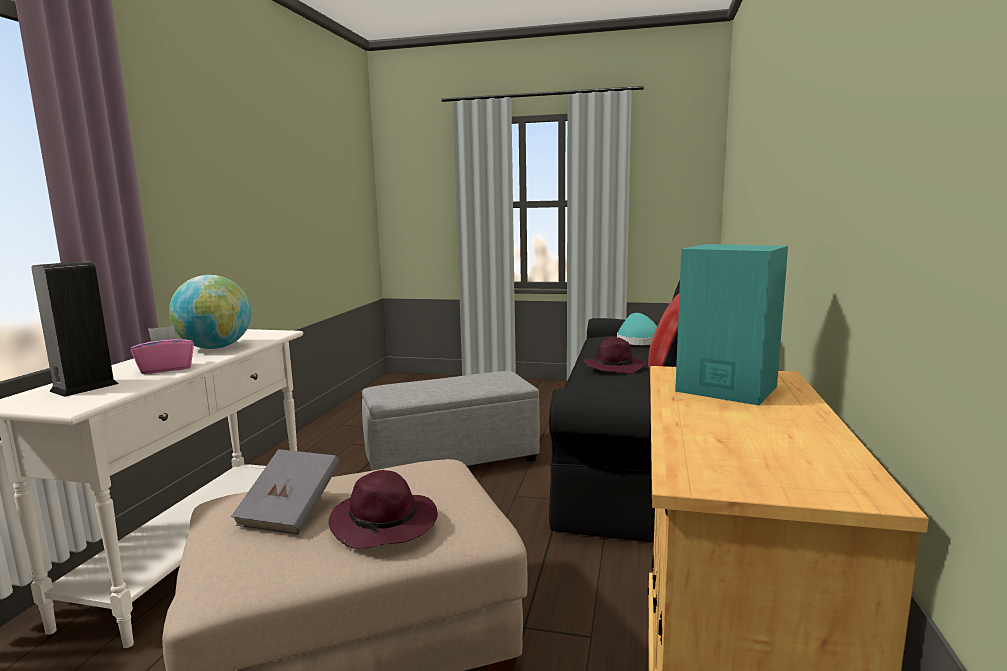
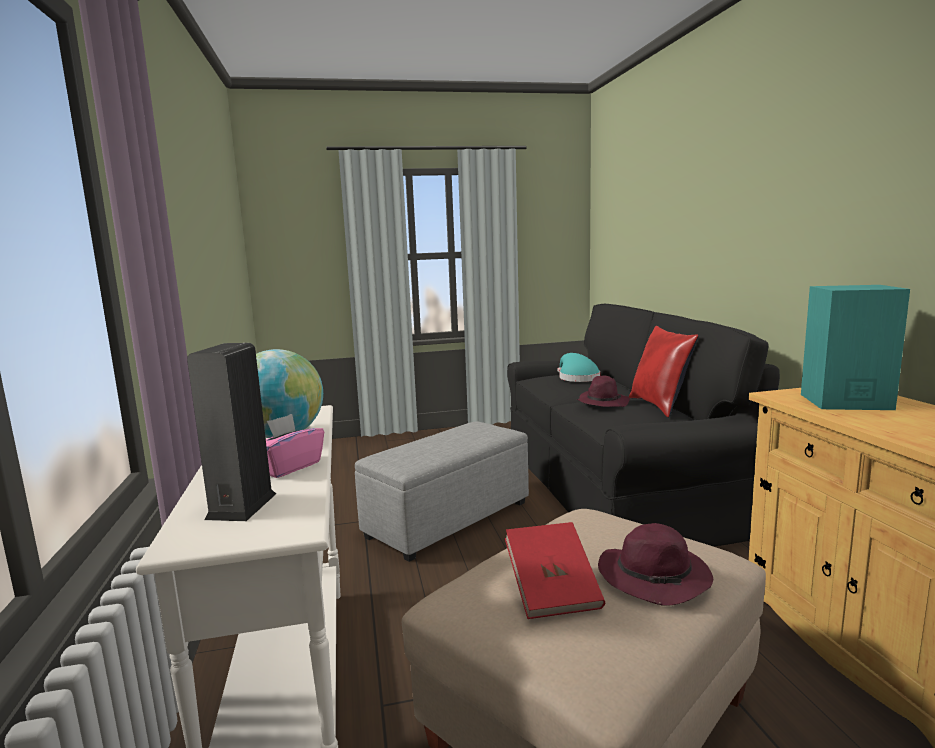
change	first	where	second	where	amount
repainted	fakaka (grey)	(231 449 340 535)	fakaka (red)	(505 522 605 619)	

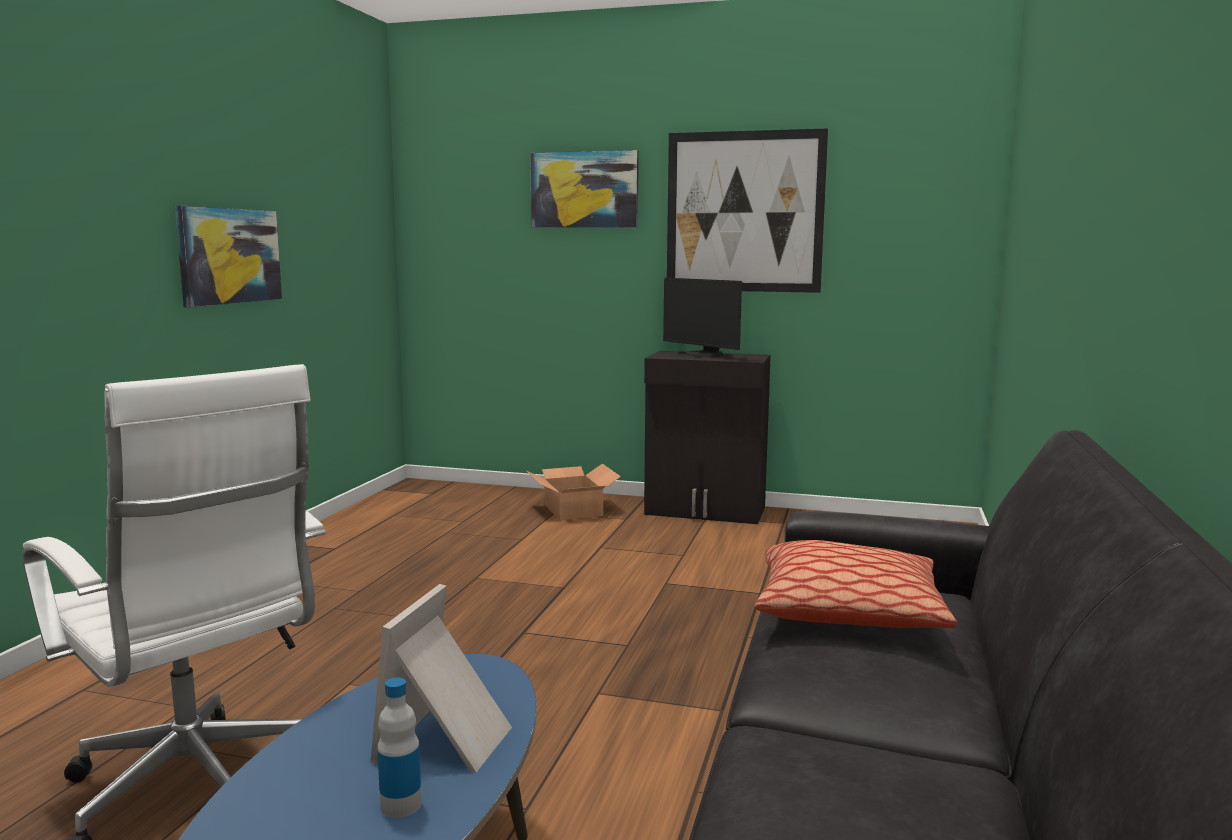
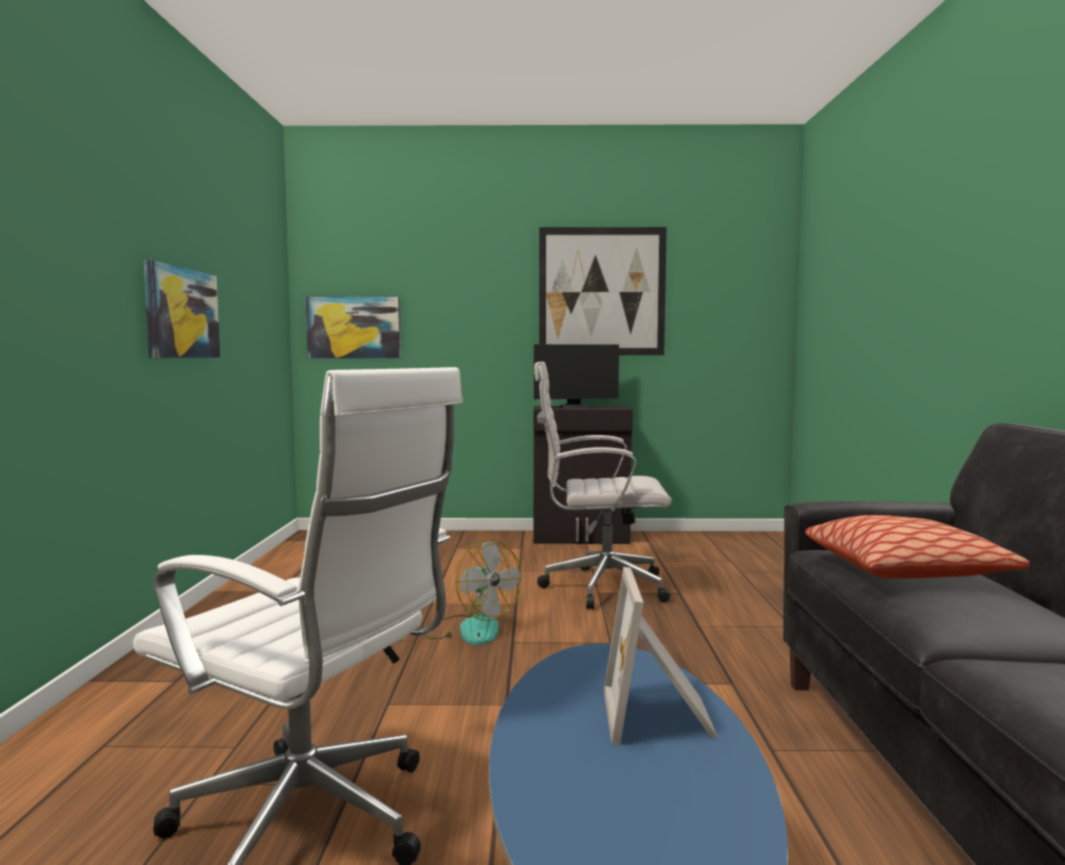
change	first	where	second	where	amount
gone	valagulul	(377 677 422 818)			
gone	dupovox	(527 463 621 520)			
shifted	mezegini	(530 150 639 228)		(306 296 401 359)	
rotated	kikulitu	(663 278 742 357)		(534 344 619 408)	45 degrees counterclockwise
new			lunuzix	(424 539 522 645)	
new			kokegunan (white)	(534 362 672 609)	

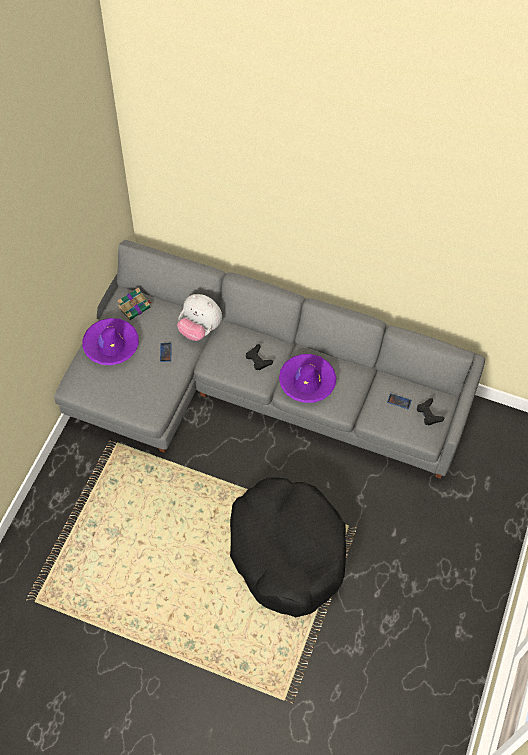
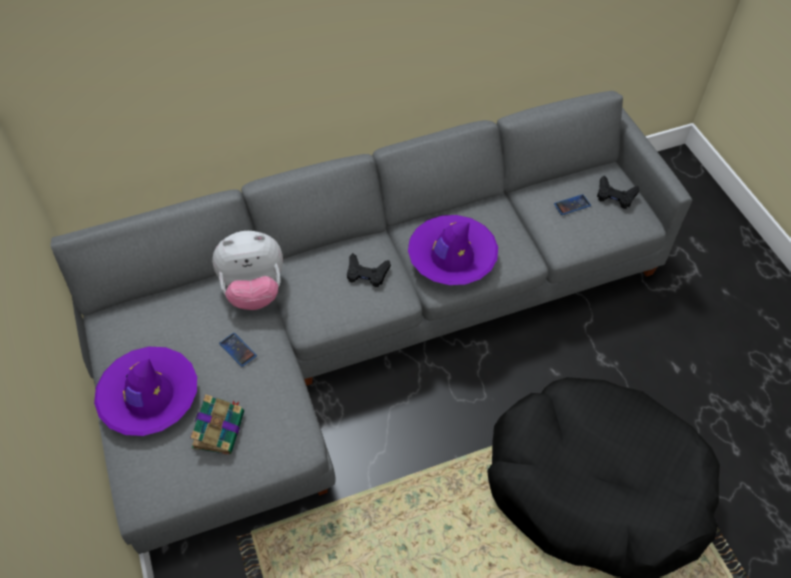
change	first	where	second	where	amount
shifted	fakaka	(117 288 152 320)		(190 394 244 455)	

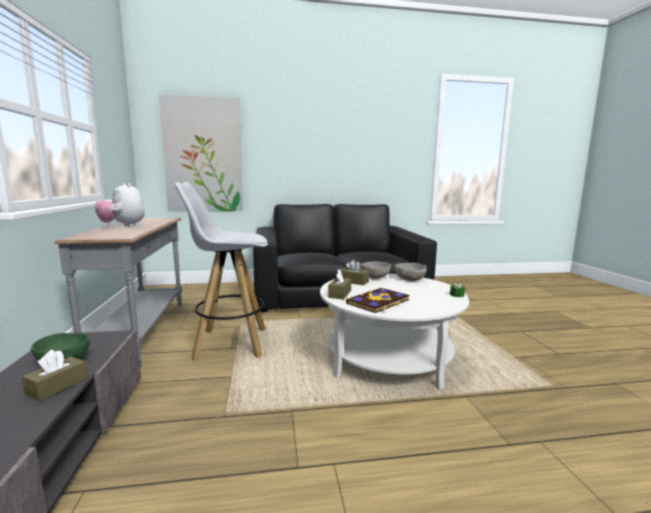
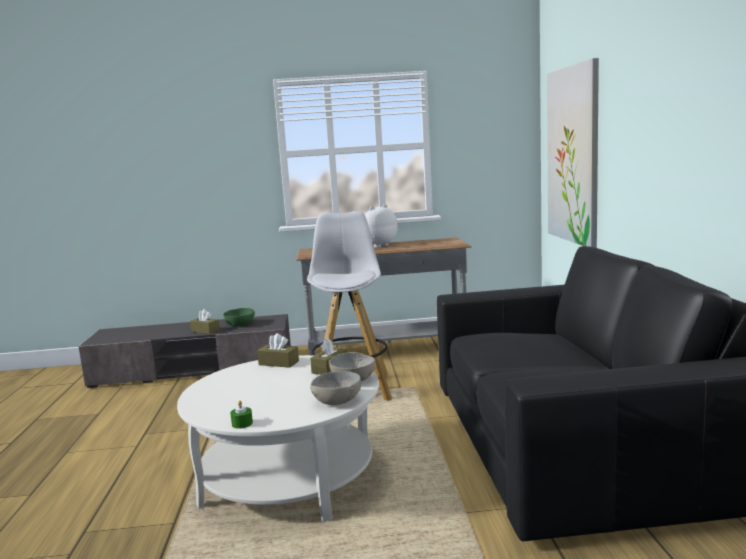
change	first	where	second	where	amount
gone	fakaka	(346 287 410 313)			

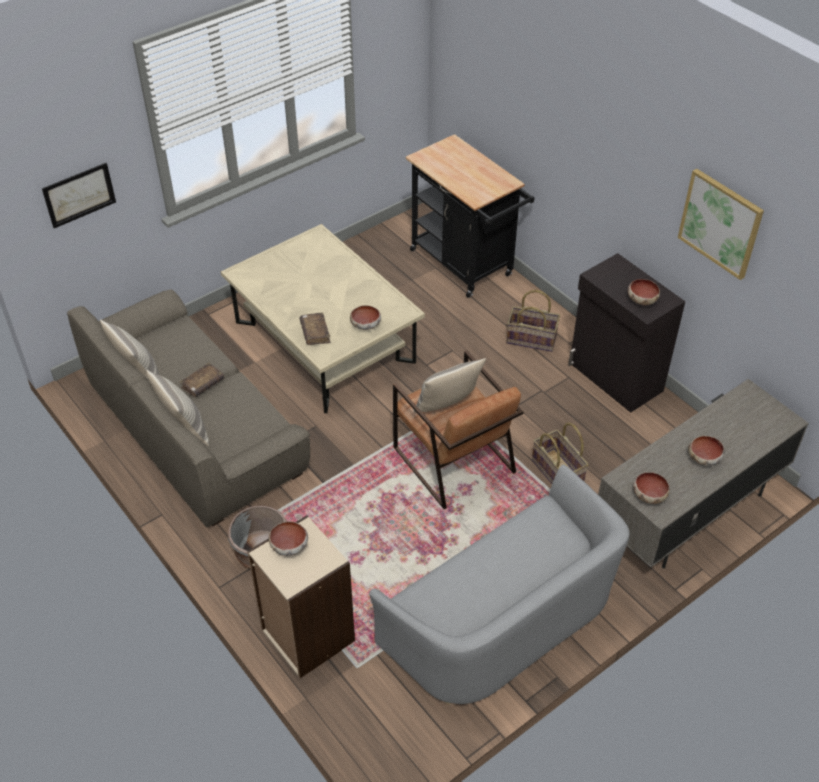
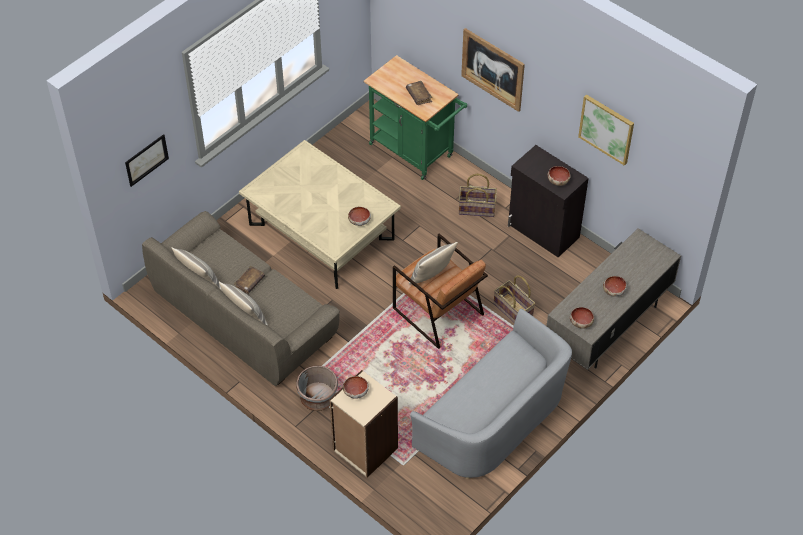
change	first	where	second	where	amount
shifted	fakaka (brown)	(300 312 330 345)		(406 81 432 105)	
repainted	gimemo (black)	(406 134 535 298)	gimemo (green)	(364 55 467 180)	
new			mezegini	(461 28 525 112)	

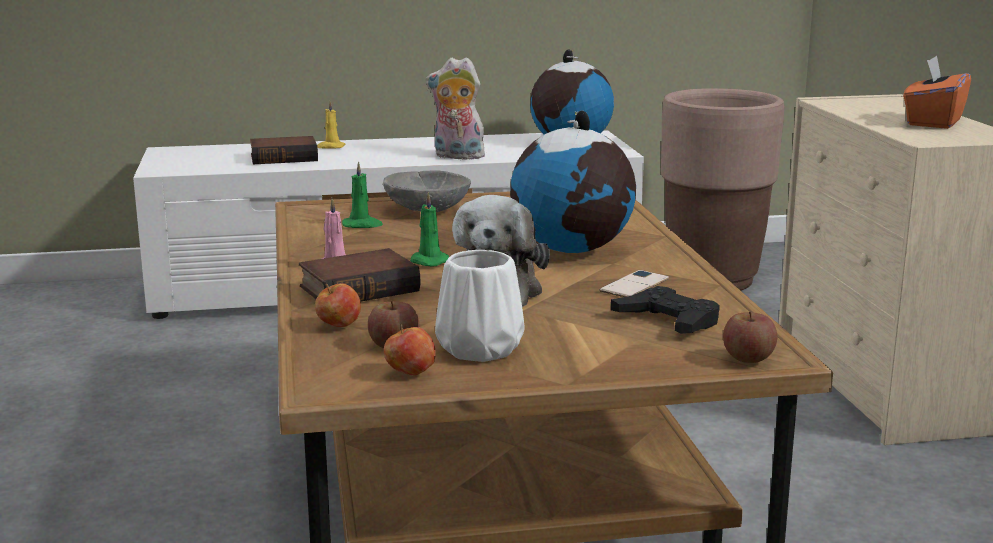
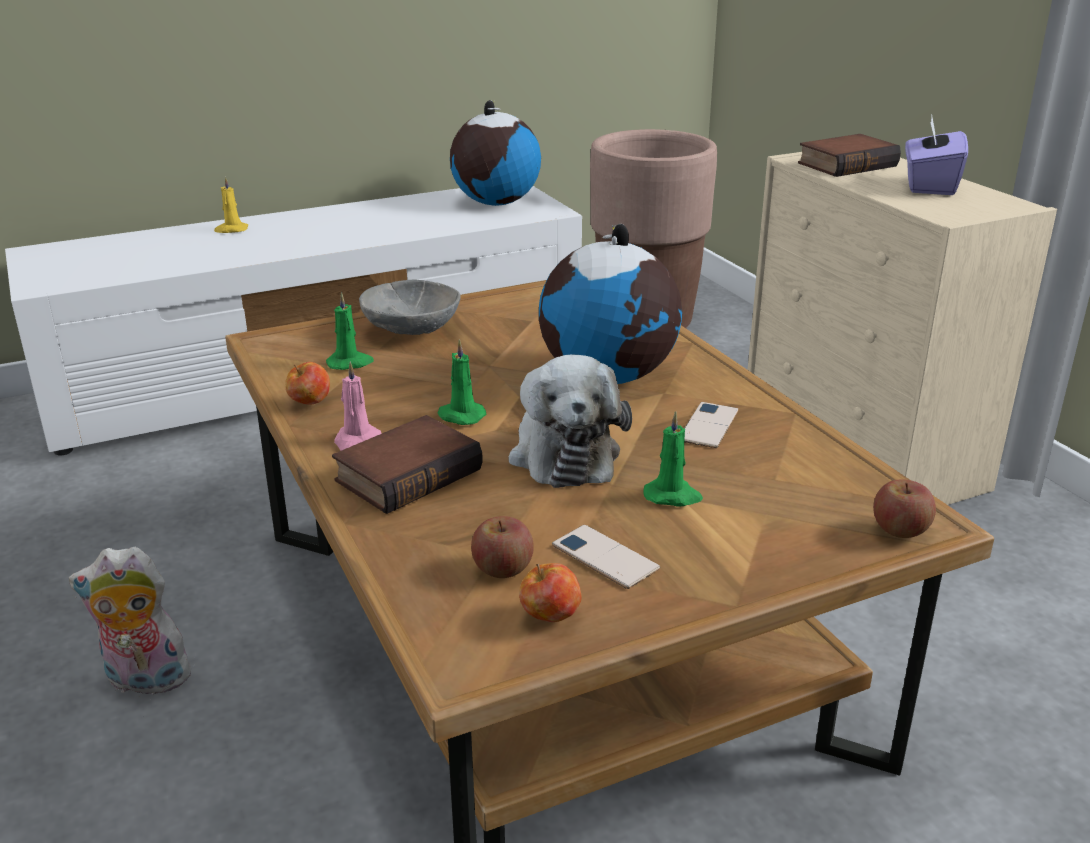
change	first	where	second	where	amount
shifted	fakaka	(250 136 318 164)		(798 134 901 177)	
shifted	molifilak	(315 283 361 327)		(285 362 330 405)	
shifted	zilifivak	(426 57 485 161)		(69 547 195 695)	
swapped	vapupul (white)	(435 250 525 362)	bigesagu	(552 525 660 589)	
gone	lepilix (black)	(611 286 720 334)			
repainted	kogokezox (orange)	(903 56 971 129)	kogokezox (purple)	(905 115 968 195)	
new			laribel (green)	(644 411 703 507)	

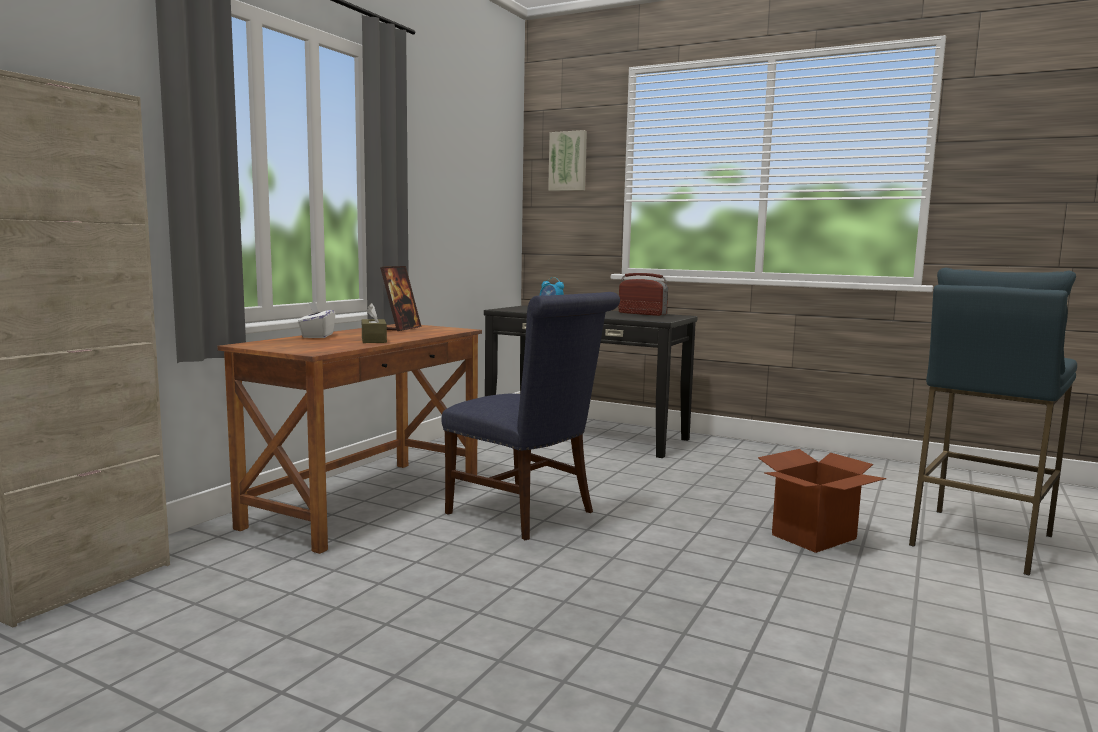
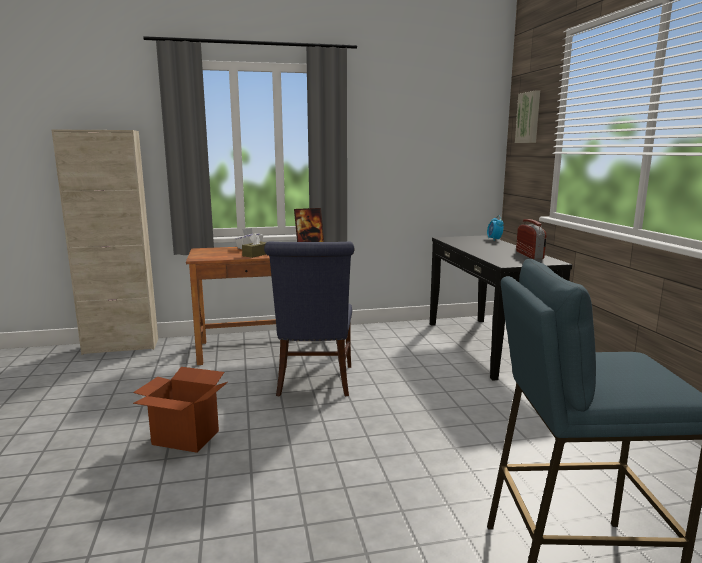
change	first	where	second	where	amount
shifted	dupovox	(758 449 886 553)		(133 367 228 453)	

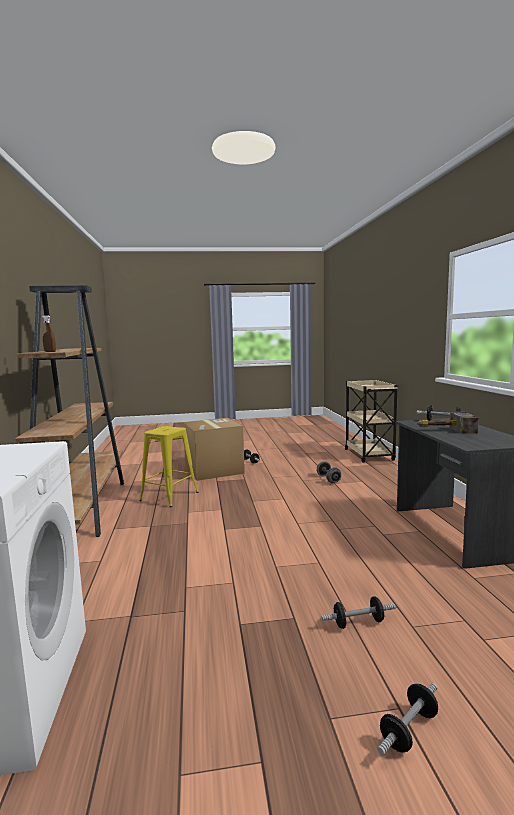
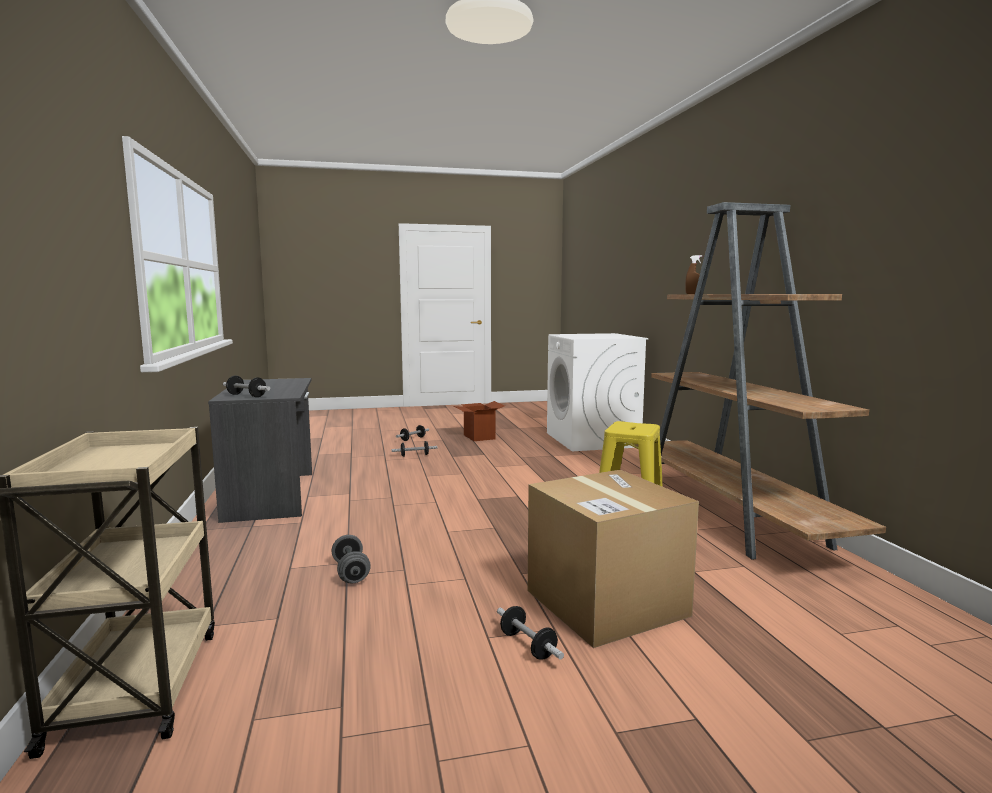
change	first	where	second	where	amount
gone	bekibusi	(417 412 479 434)			
new			dupovox	(453 401 505 441)	

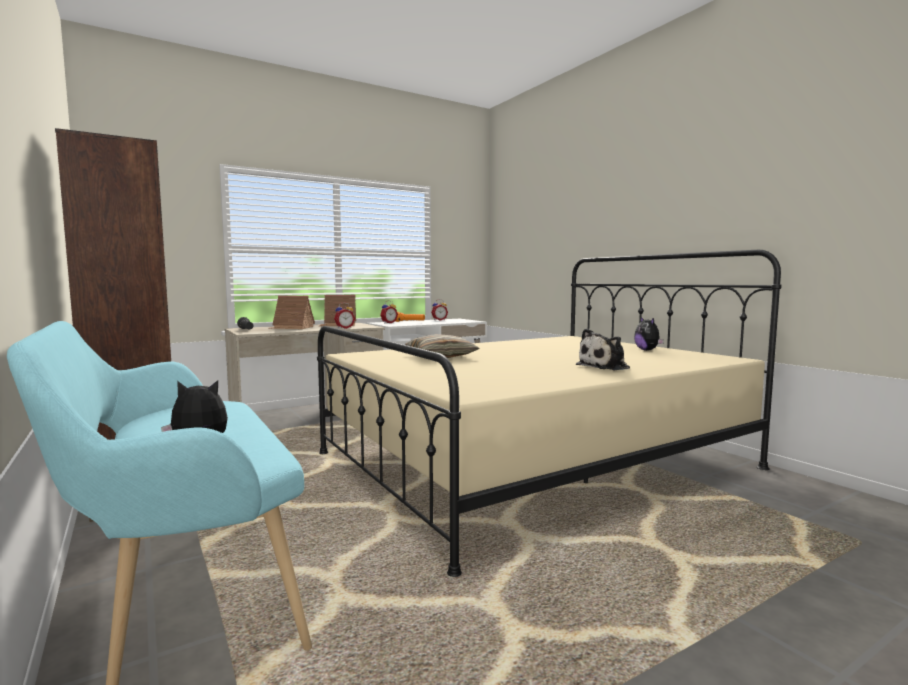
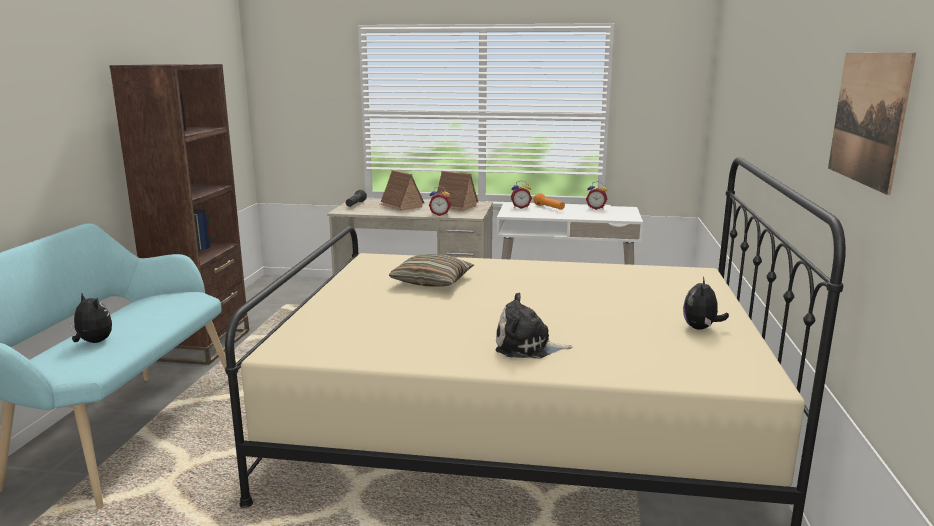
change	first	where	second	where	amount
new			mezegini	(828 53 916 195)	

